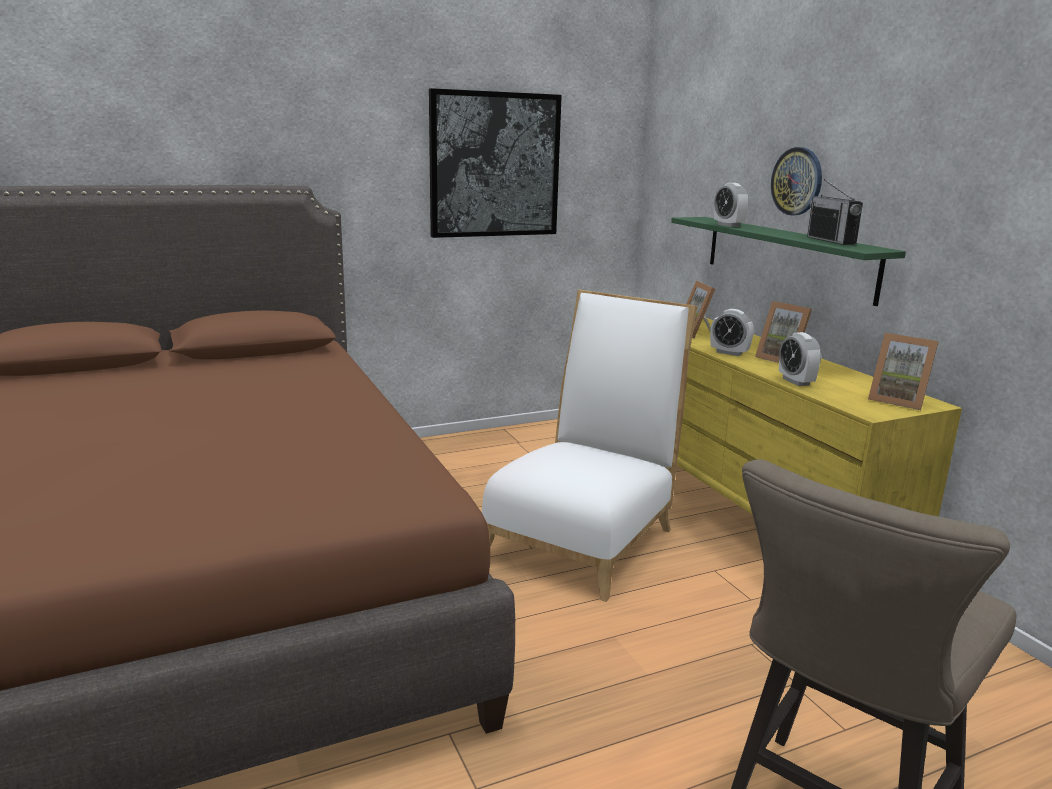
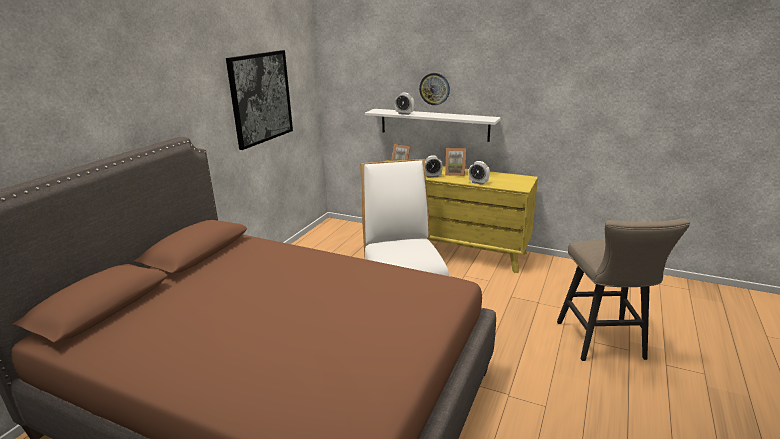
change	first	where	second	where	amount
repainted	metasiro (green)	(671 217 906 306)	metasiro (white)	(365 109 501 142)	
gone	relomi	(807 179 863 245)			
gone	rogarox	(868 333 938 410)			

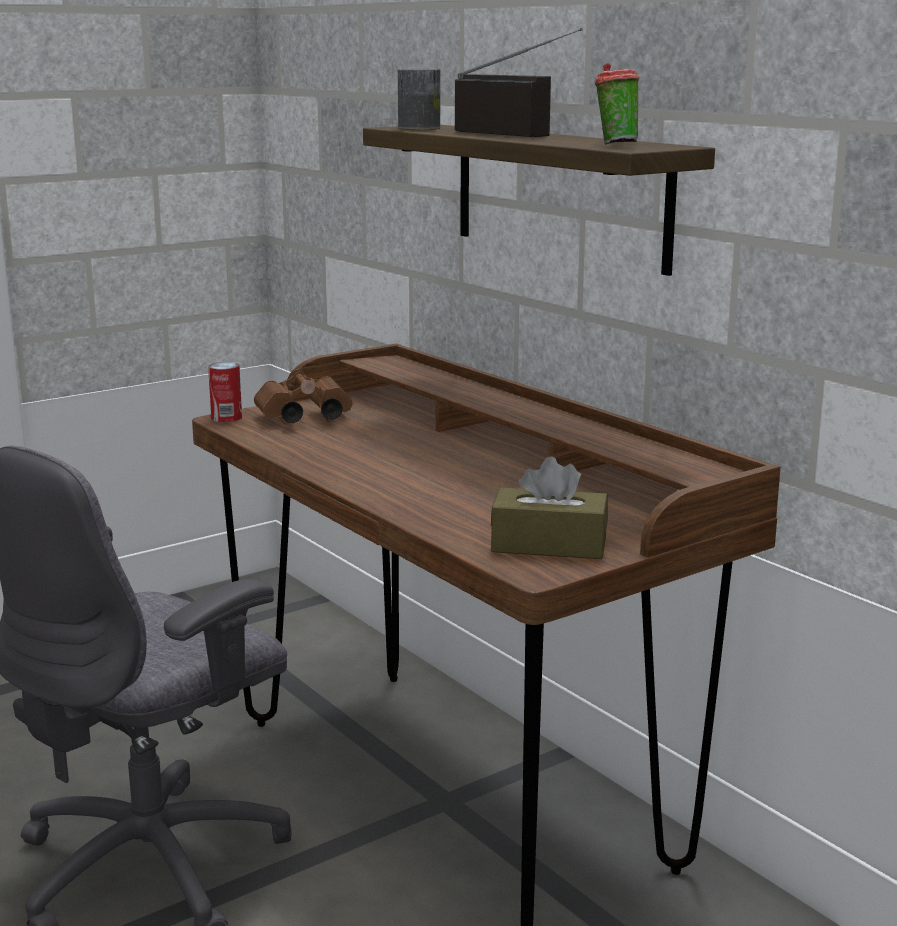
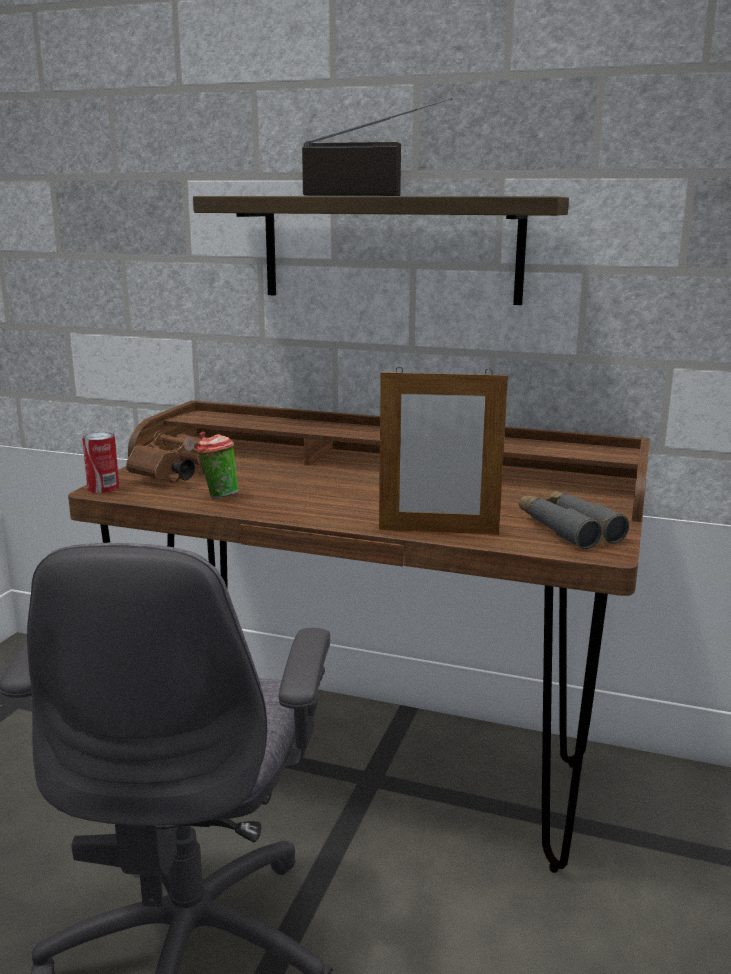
change	first	where	second	where	amount
gone	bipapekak	(398 69 440 130)			
swapped	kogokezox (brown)	(491 456 608 559)	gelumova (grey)	(519 491 629 549)	
shifted	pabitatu	(595 63 639 144)		(197 431 238 499)	
new			rogarox	(379 367 508 534)	

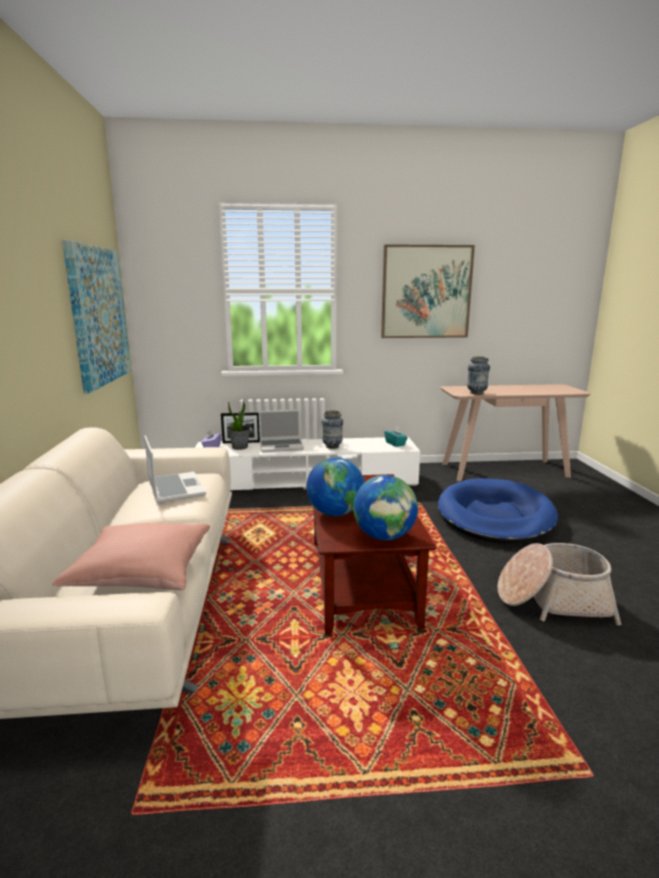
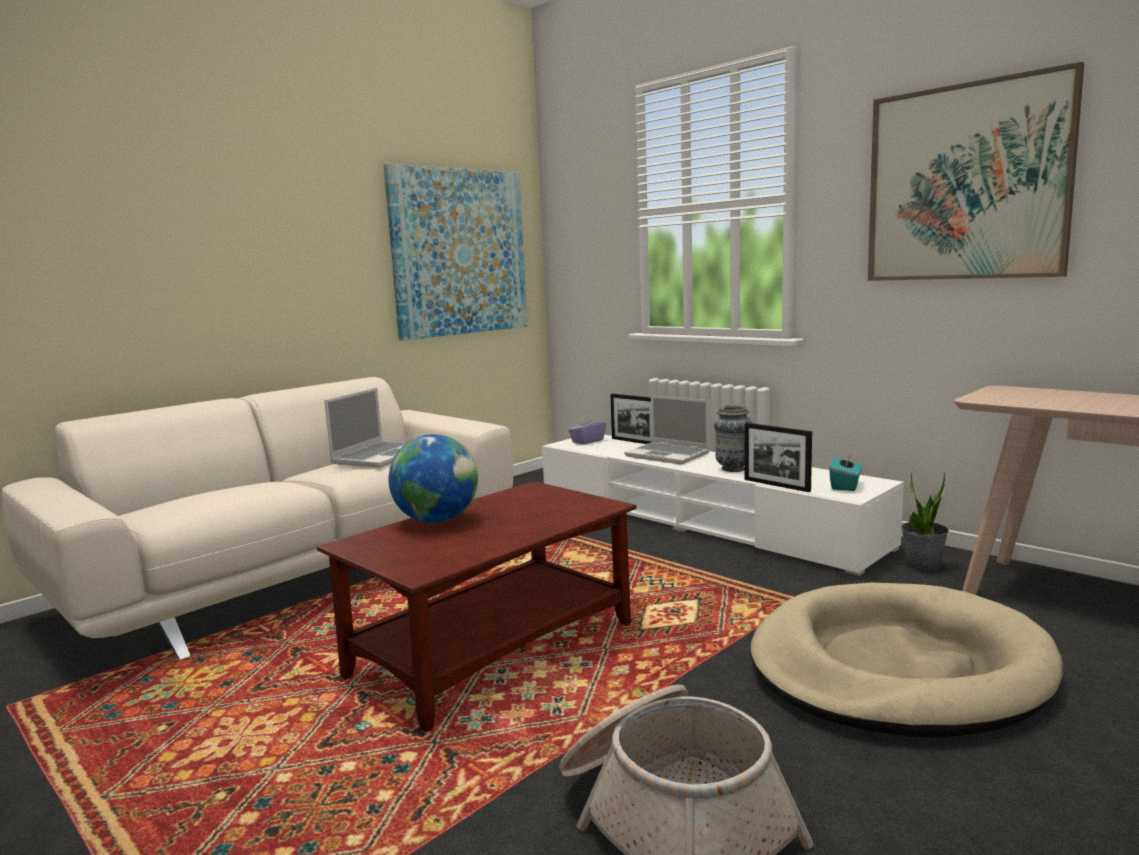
change	first	where	second	where	amount
gone	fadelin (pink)	(52 523 210 590)			
shifted	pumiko	(228 400 250 450)		(901 472 949 571)	
gone	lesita	(353 475 418 540)			
repainted	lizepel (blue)	(438 478 558 544)	lizepel (beige)	(750 583 1063 738)	
gone	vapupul	(467 356 490 394)			
new			rogarox	(745 423 812 492)	

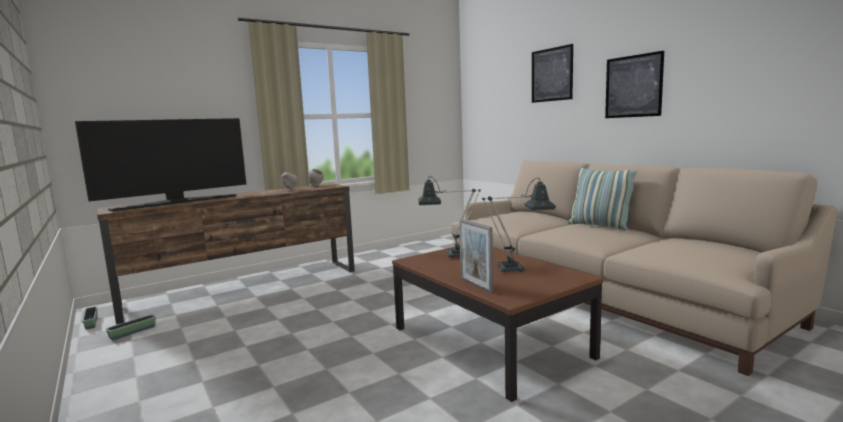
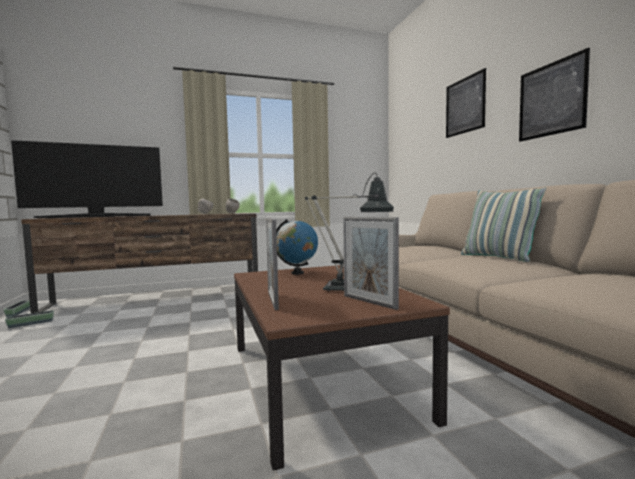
change	first	where	second	where	amount
swapped	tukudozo	(418 176 481 258)	lesita	(276 219 318 275)	
new			rogarox	(343 217 399 310)	

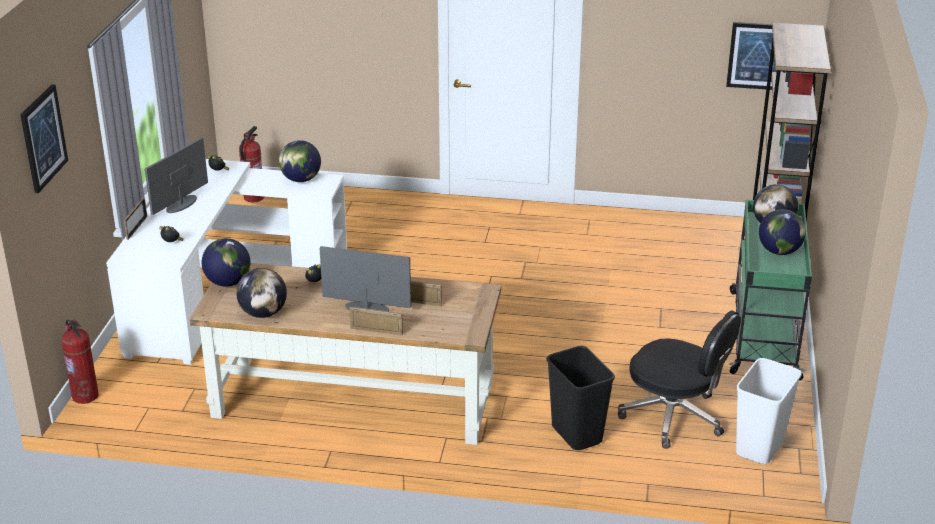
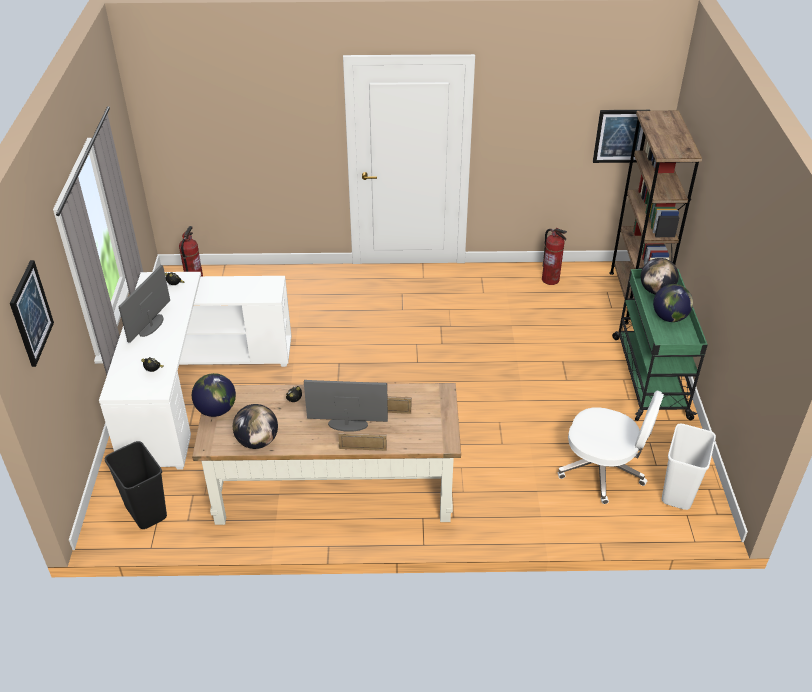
change	first	where	second	where	amount
shifted	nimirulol	(61 319 99 404)		(542 228 567 285)	
gone	rogarox	(124 197 147 240)			
gone	lesita	(279 140 321 182)			
shifted	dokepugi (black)	(547 346 615 450)		(105 441 167 529)	
repainted	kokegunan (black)	(618 310 741 449)	kokegunan (white)	(558 390 664 504)	

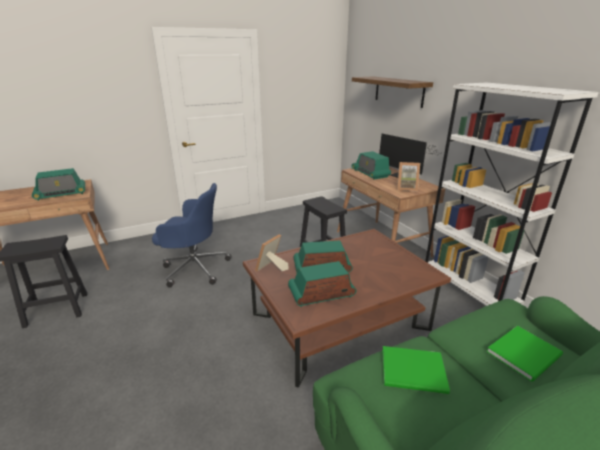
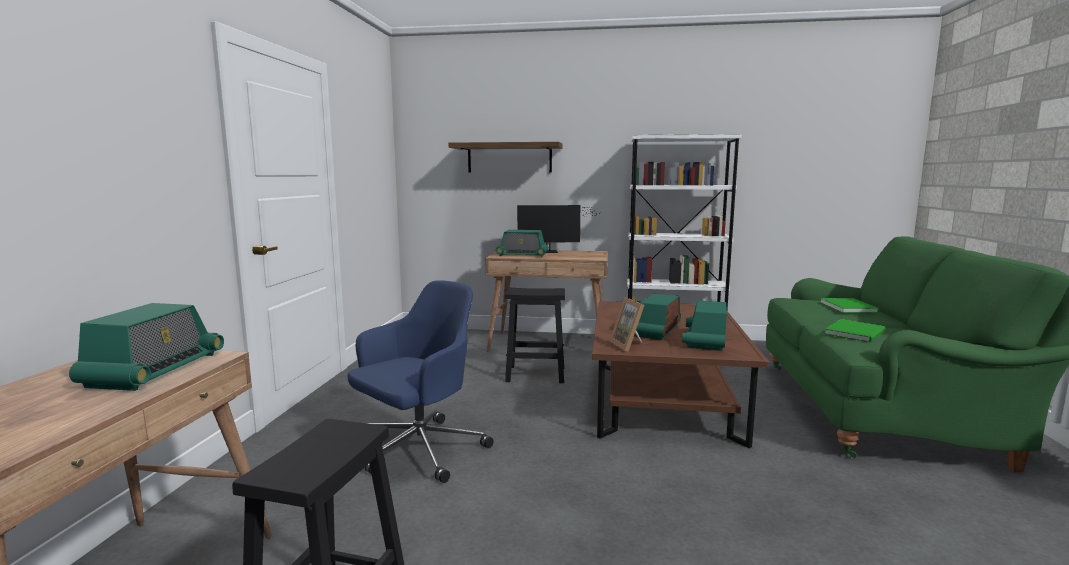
change	first	where	second	where	amount
gone	rogarox	(397 162 420 191)			

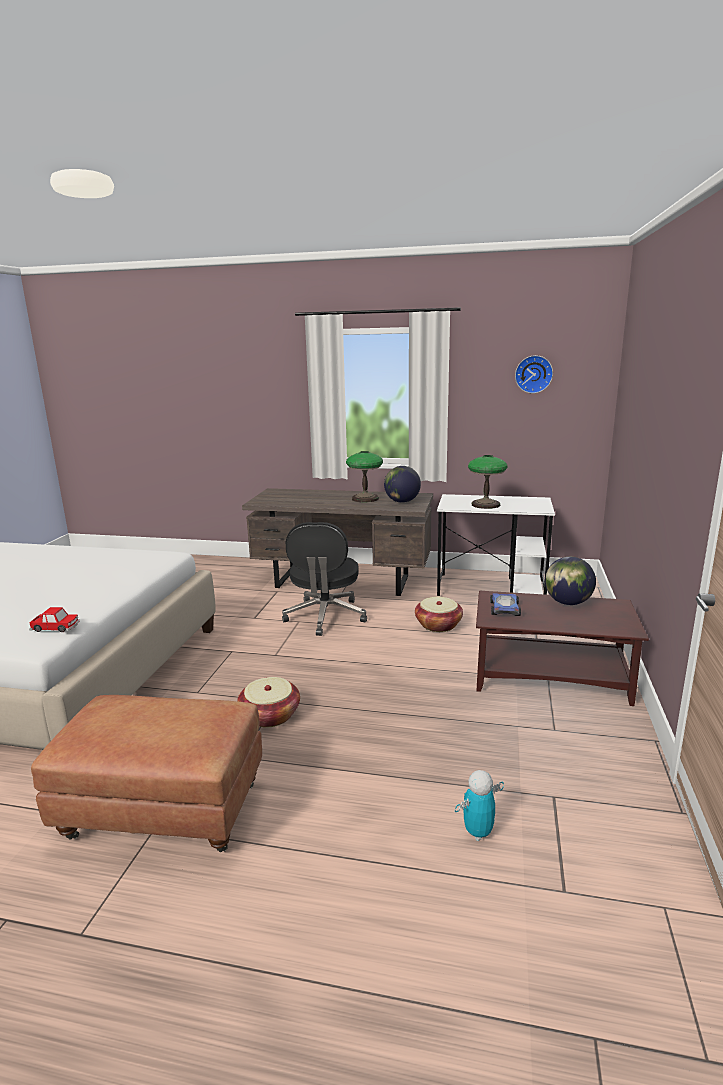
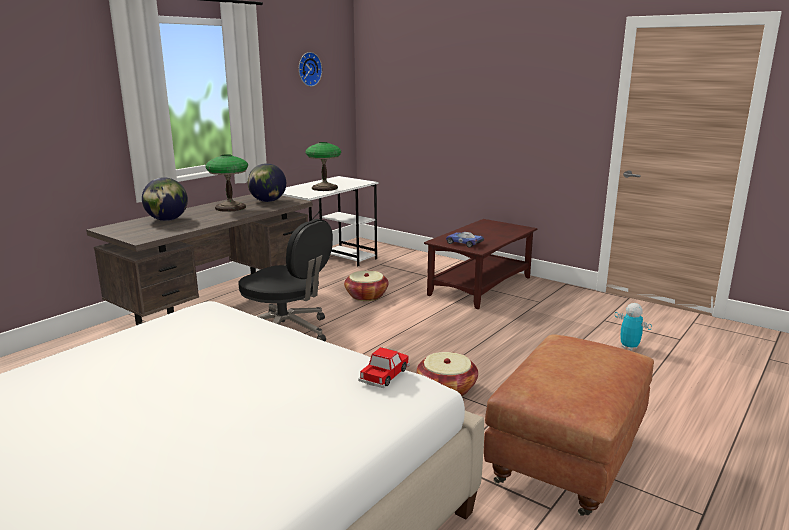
change	first	where	second	where	amount
rotated	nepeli	(455 770 504 841)		(615 303 652 350)	150 degrees clockwise
shifted	lesita	(545 557 596 605)		(142 177 188 221)	

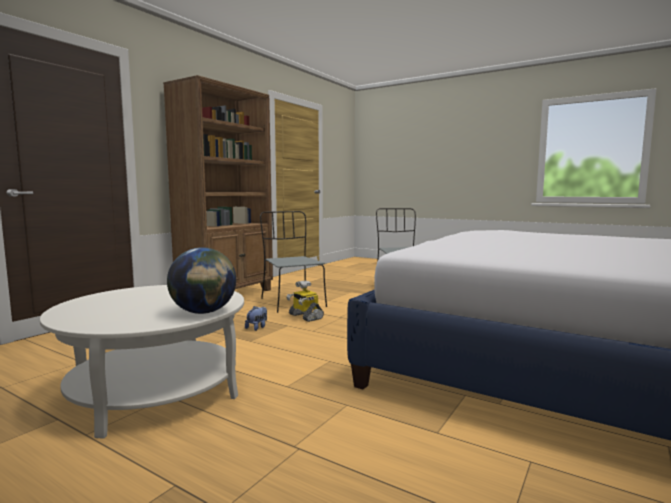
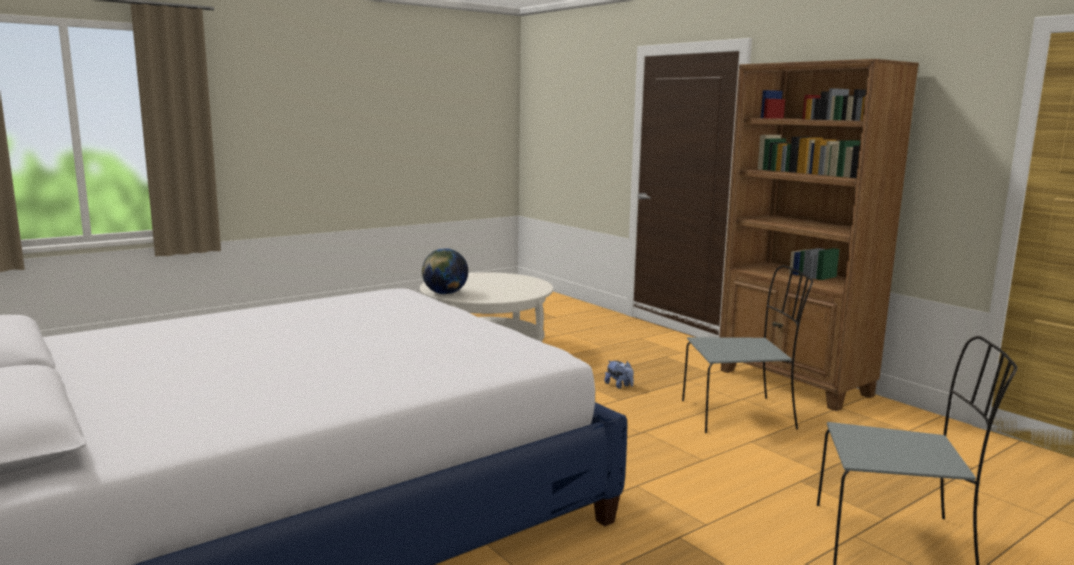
change	first	where	second	where	amount
gone	nepeli	(286 280 324 322)			

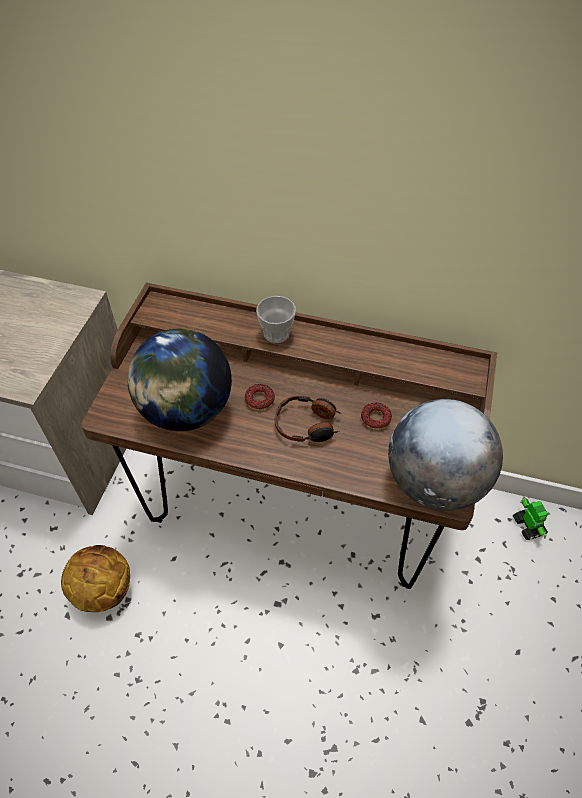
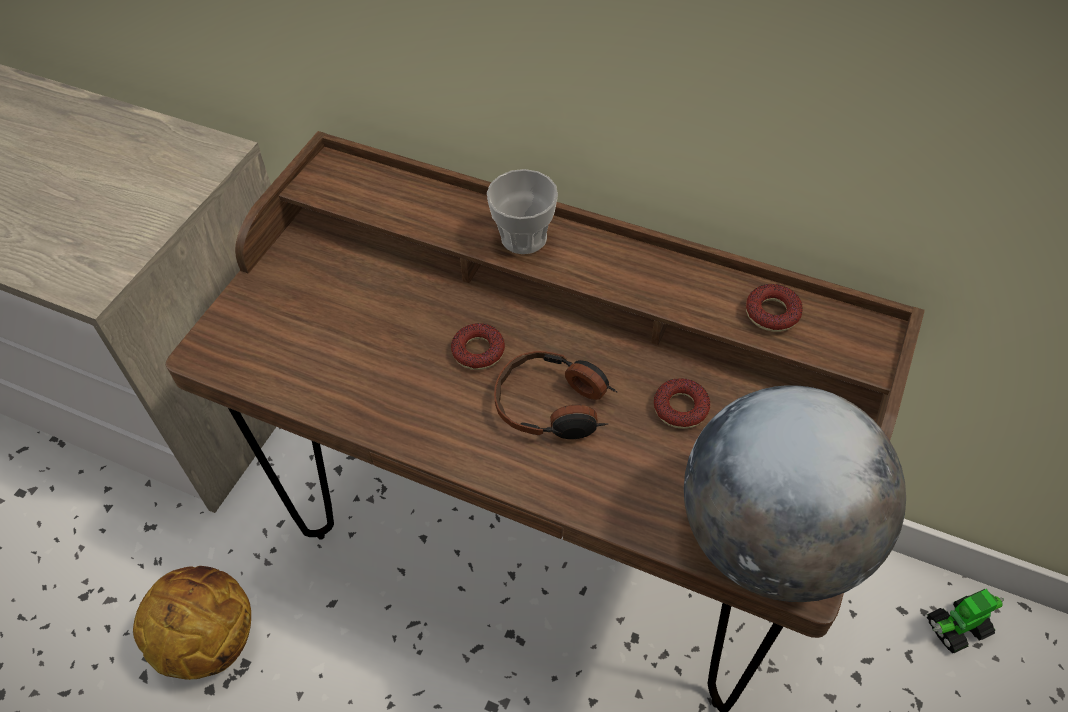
change	first	where	second	where	amount
gone	lesita	(127 329 232 431)			
rotated	nepeli	(513 496 548 540)		(927 589 1004 653)	105 degrees counterclockwise
new			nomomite	(746 284 803 332)	

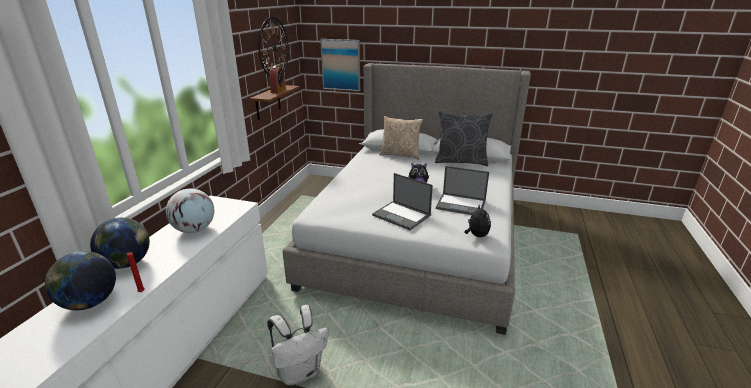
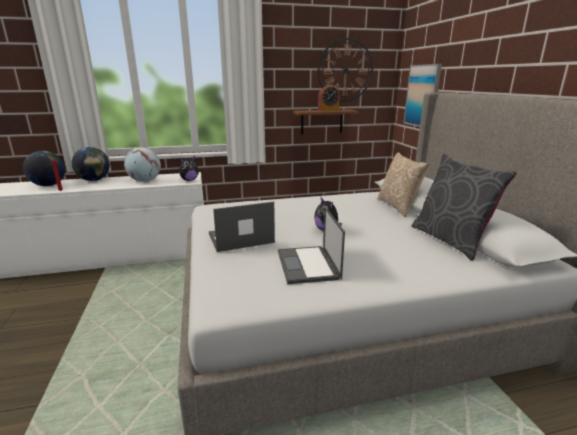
change	first	where	second	where	amount
gone	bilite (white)	(267 305 328 385)			
rotated	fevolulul	(372 173 433 230)		(209 202 275 252)	60 degrees clockwise
shifted	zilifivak	(464 204 491 237)		(179 156 199 181)	

